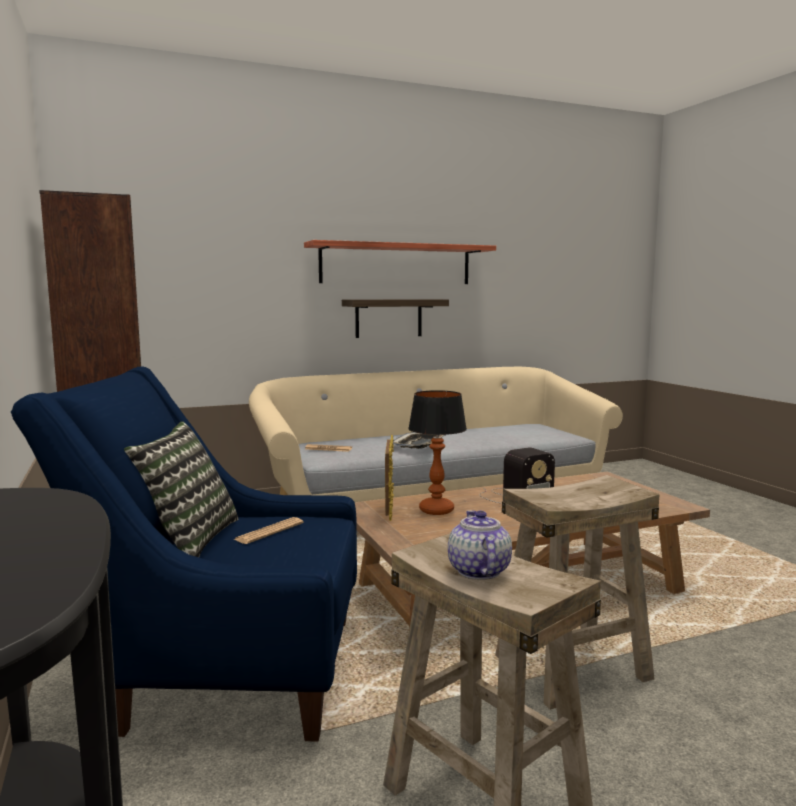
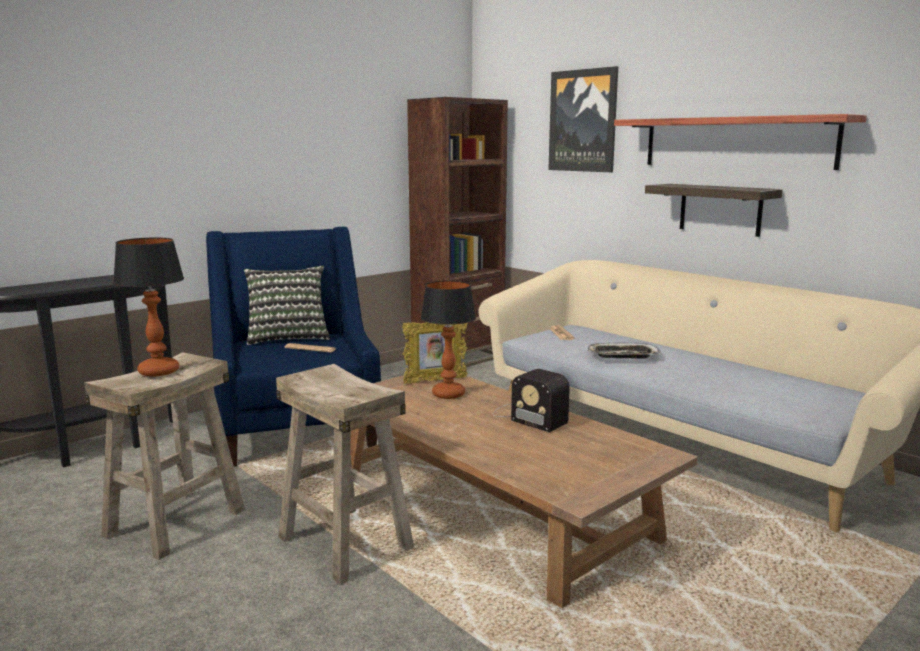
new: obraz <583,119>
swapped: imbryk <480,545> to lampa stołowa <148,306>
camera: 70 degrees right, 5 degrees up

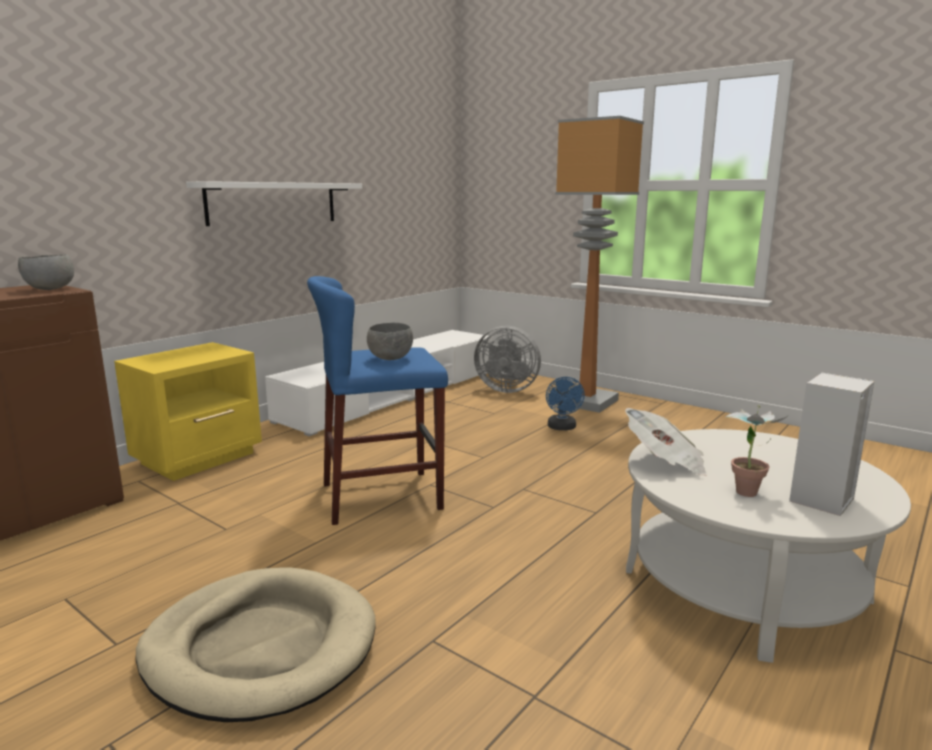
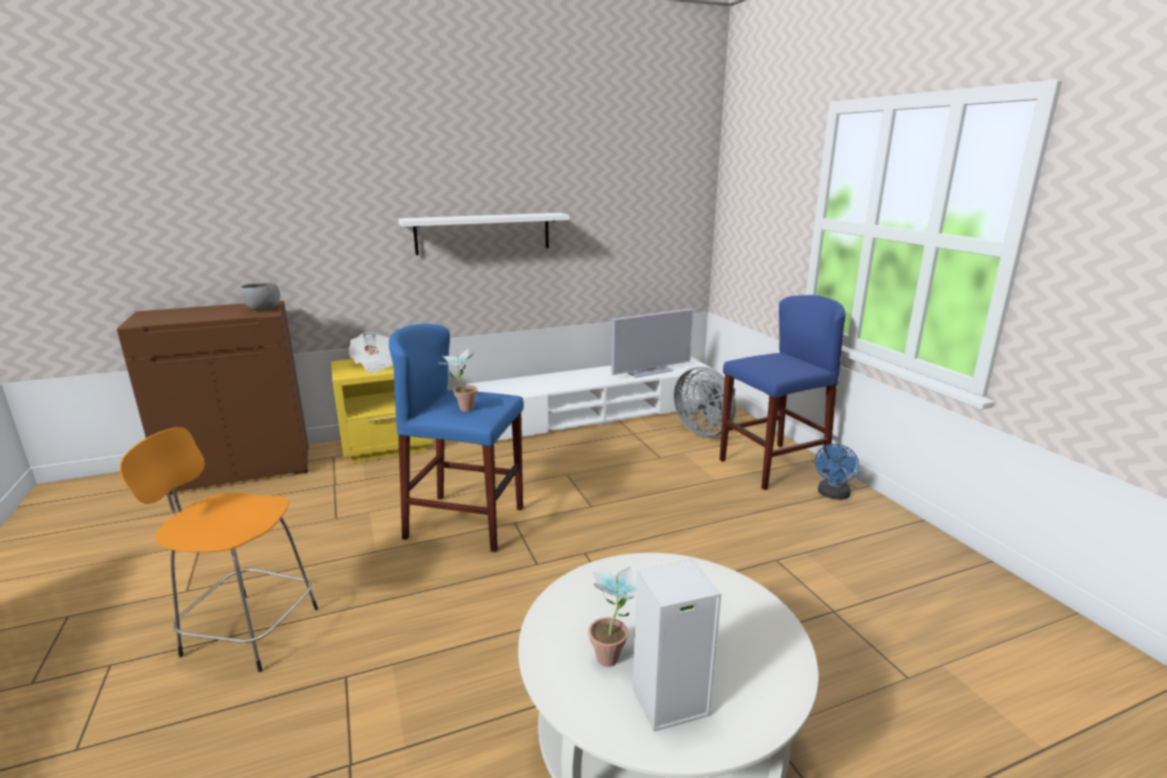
new: telewizor <652,343>
shifted: wentylator (niebieski) <565,403> to <837,472>; gazeta <665,442> to <370,352>
swapped: legowisko (beżowy) <256,644> to stołek (pomarańczowy) <219,549>; miska (szary) <390,341> to roślina doniczkowa <457,380>; lampa stojąca <599,264> to stołek (niebieski) <783,392>
camera: 30 degrees right, 5 degrees up

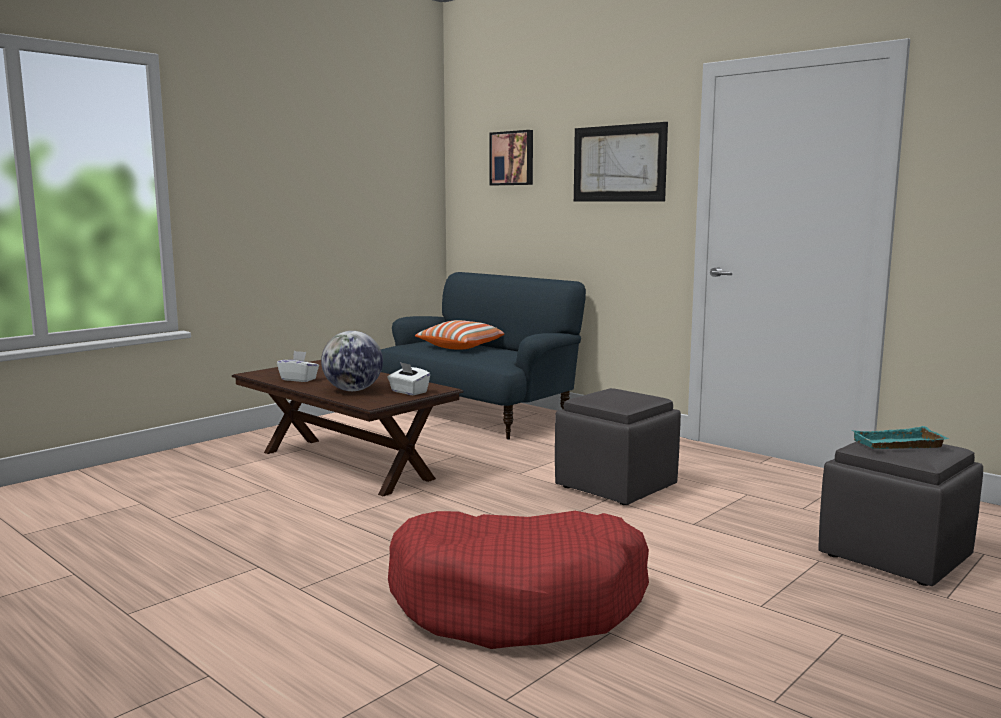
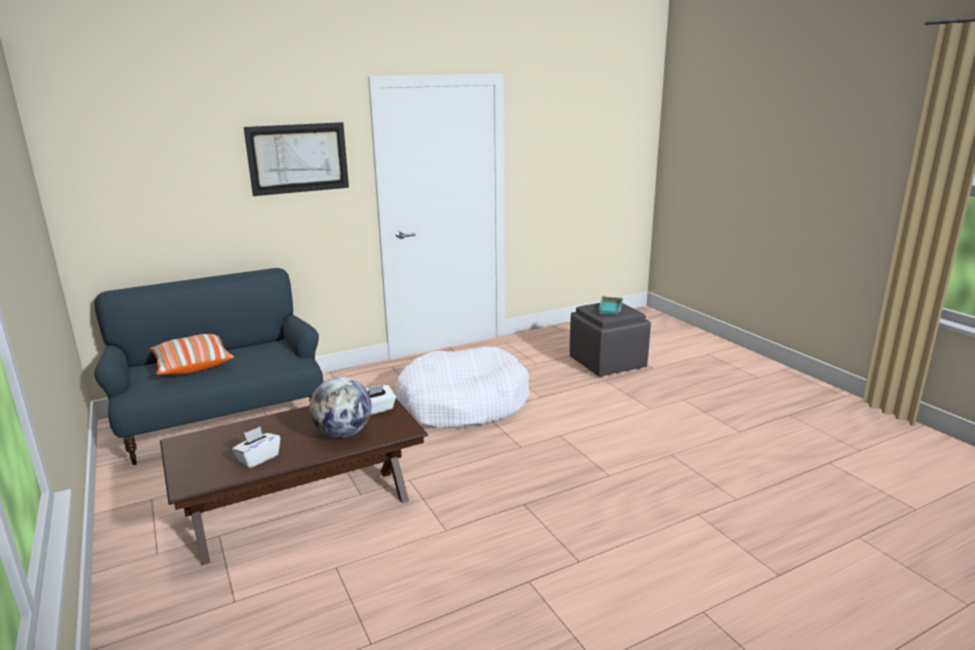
gone: legowisko (czerwony) <518,580>; obraz <511,157>
swapped: pufa (szary) <618,446> to legowisko (biały) <462,387>
camera: 70 degrees left, 10 degrees up

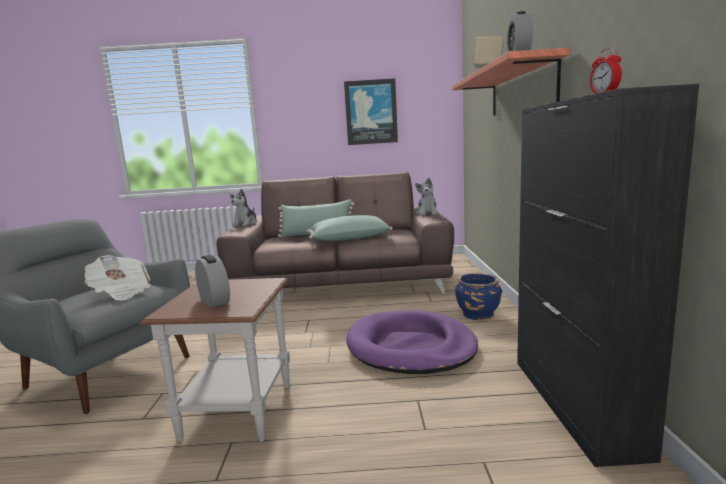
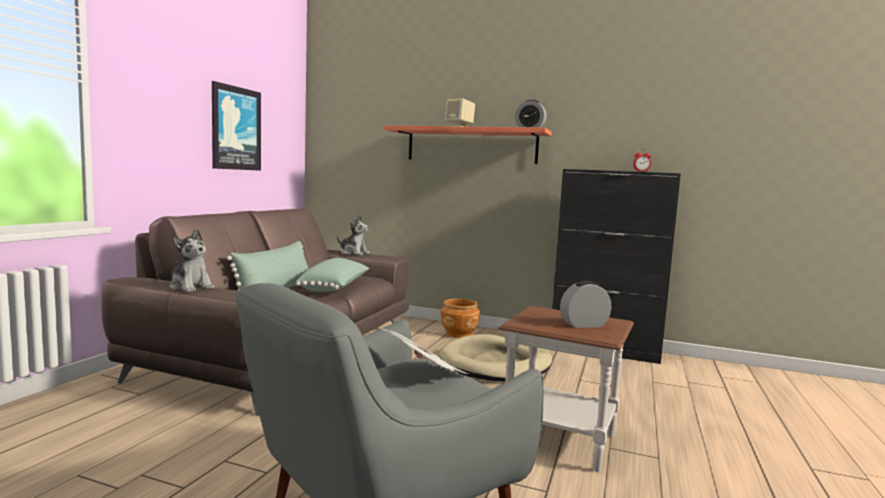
repainted: legowisko (fioletowy) <412,342> to legowisko (beżowy) <495,357>; donica (niebieski) <479,296> to donica (brązowy) <460,318>
camera: 70 degrees left, 5 degrees down

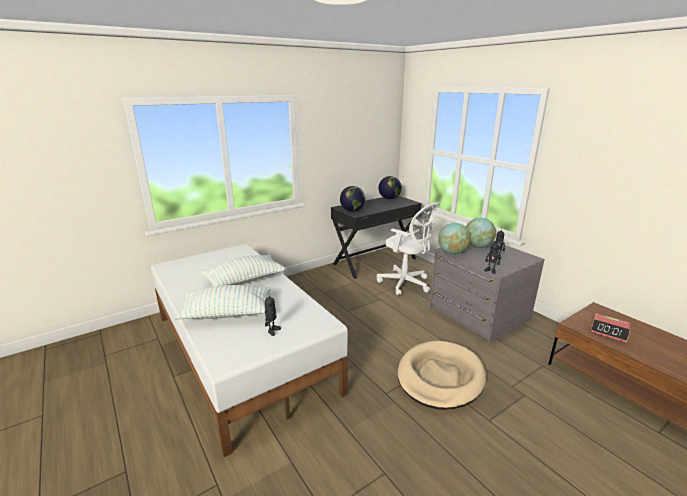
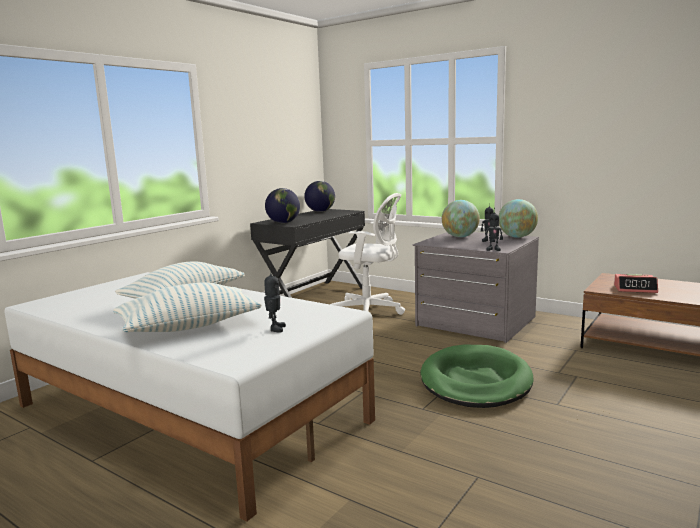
shifted: globus <454,238> to <518,218>
repainted: legowisko (beżowy) <442,375> to legowisko (zielony) <477,376>
camera: 20 degrees left, 10 degrees down

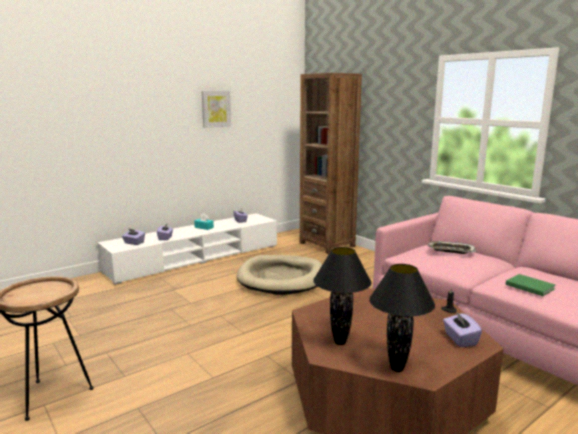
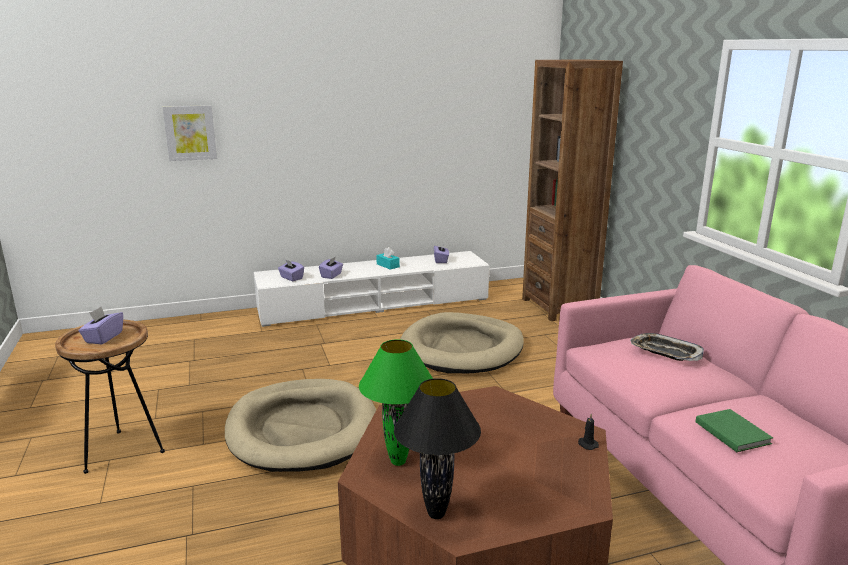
new: legowisko (beżowy) <300,425>
shifted: obraz <216,109> to <190,133>; pudełko chusteczek (fioletowy) <462,329> to <100,325>
repainted: lampa stołowa (czarny) <342,296> to lampa stołowa (zielony) <396,402>
camera: 20 degrees right, 5 degrees up

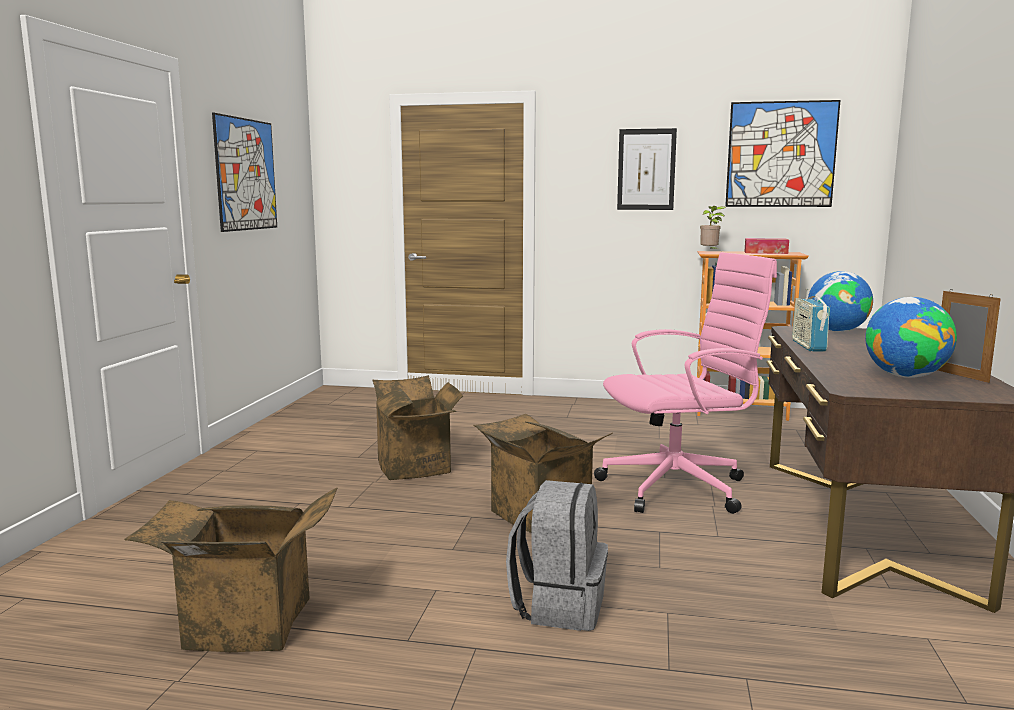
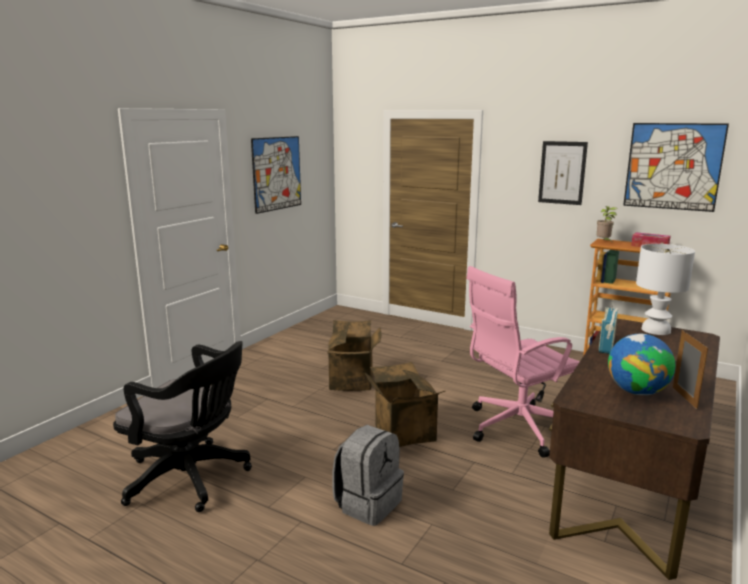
swapped: karton <230,570> to krzesło biurowe (czarny) <182,426>; globus <840,301> to lampa stołowa (biały) <665,289>
rotated: krzesło biurowe (różowy) <685,383> = <523,362> 150 degrees clockwise
camera: 20 degrees right, 5 degrees up

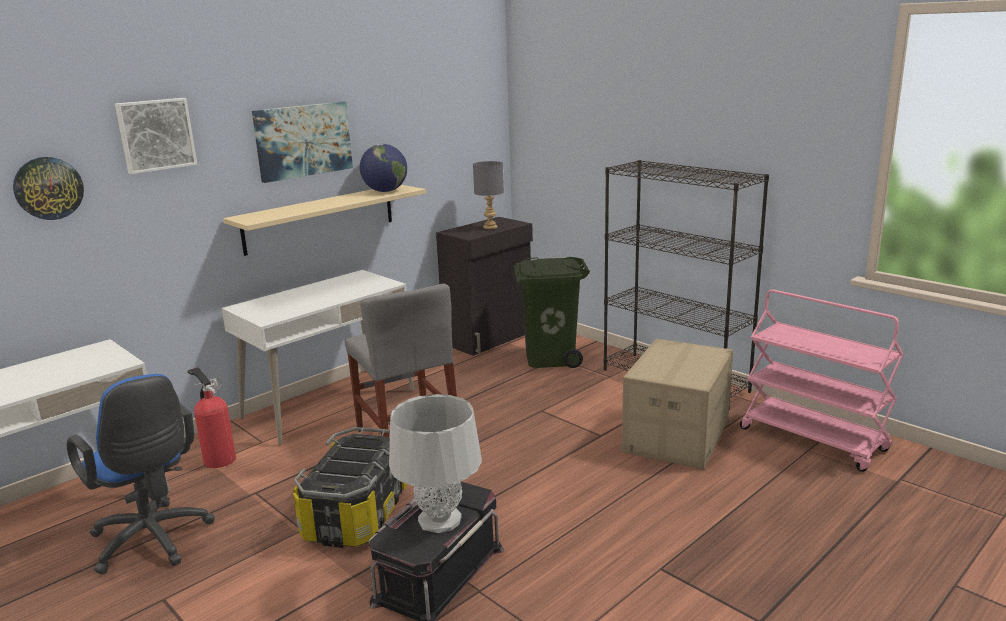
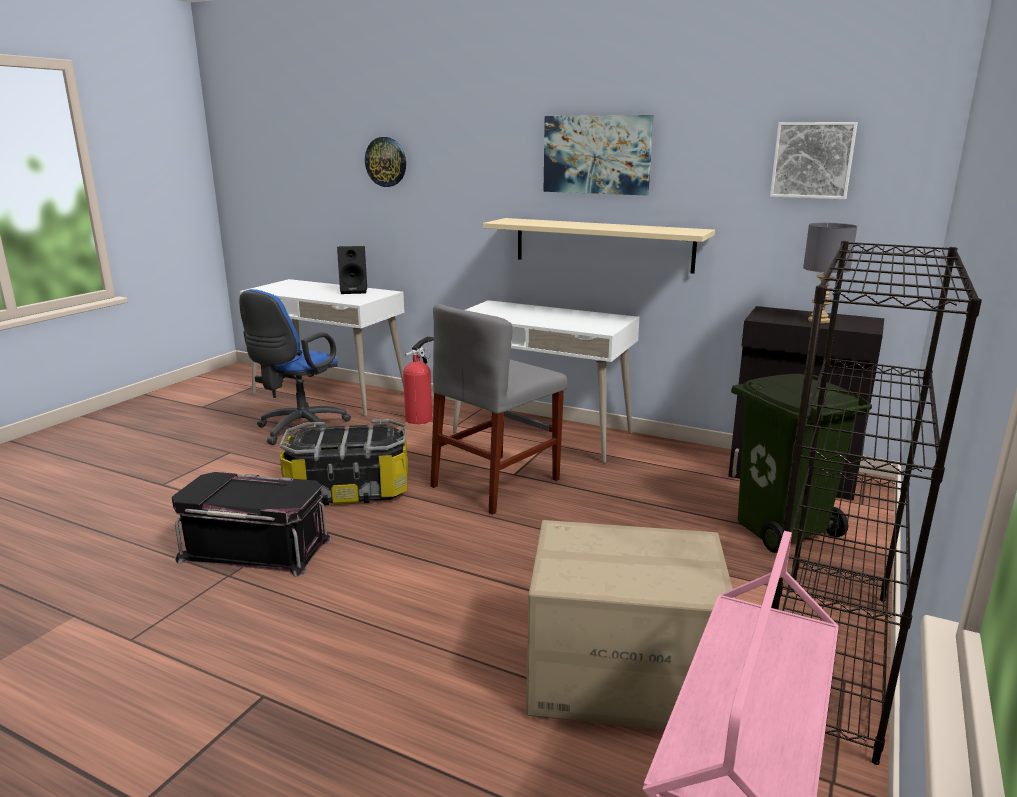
gone: globus <383,168>; lampa stołowa (szary) <435,463>
new: głośnik (czarny) <352,270>
shifted: obraz <156,136> to <814,160>
camera: 70 degrees right, 0 degrees up

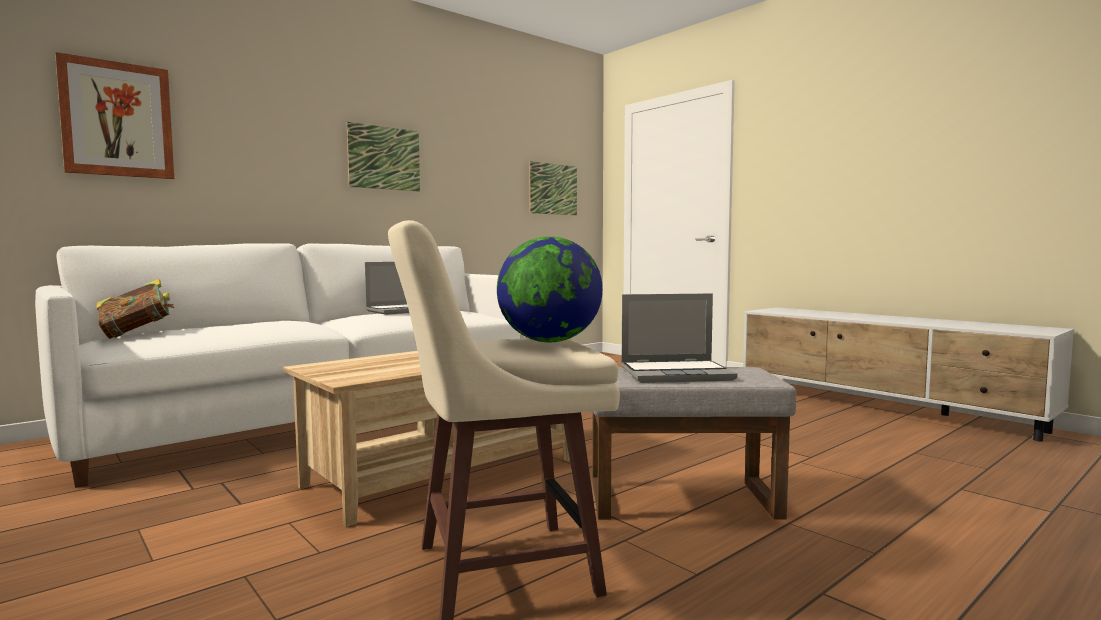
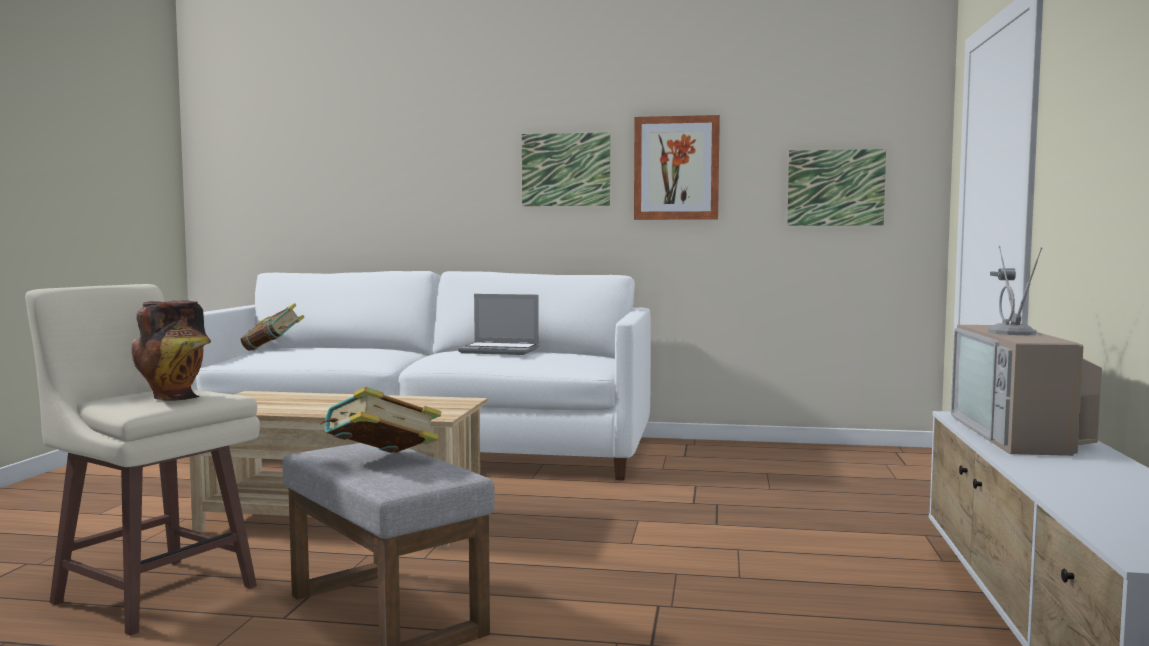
new: telewizor <1026,351>
shifted: obraz <114,115> to <677,167>
swapped: globus <550,289> to wazon <171,350>; laptop <679,338> to książka <380,420>
camera: 50 degrees right, 0 degrees up

